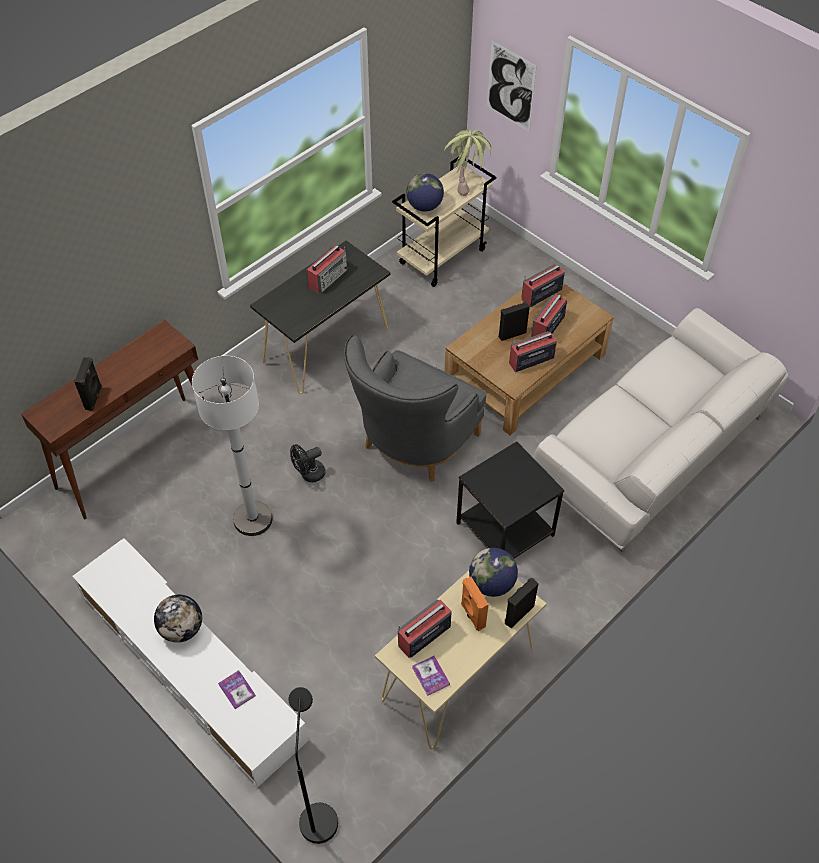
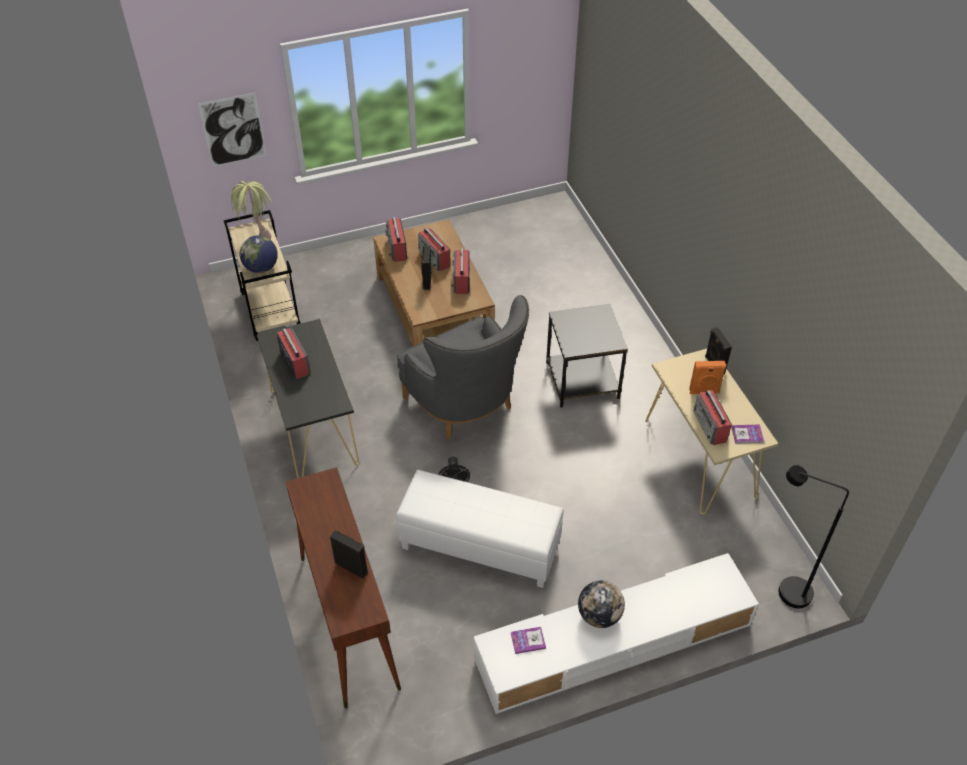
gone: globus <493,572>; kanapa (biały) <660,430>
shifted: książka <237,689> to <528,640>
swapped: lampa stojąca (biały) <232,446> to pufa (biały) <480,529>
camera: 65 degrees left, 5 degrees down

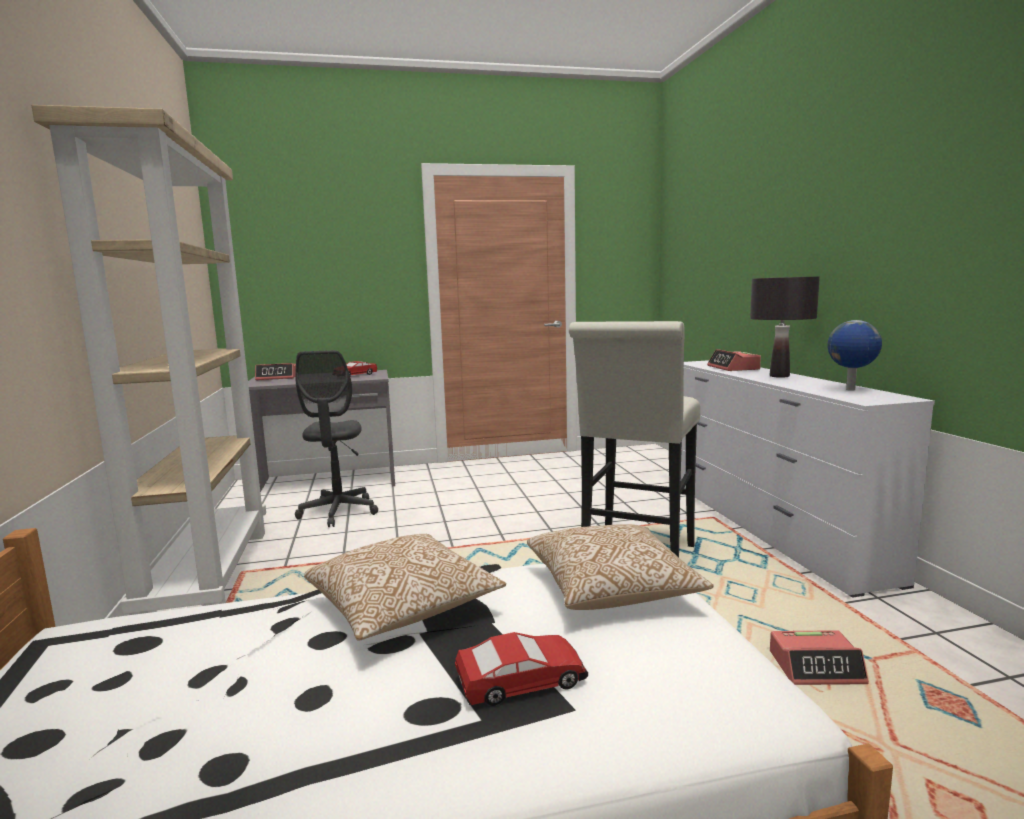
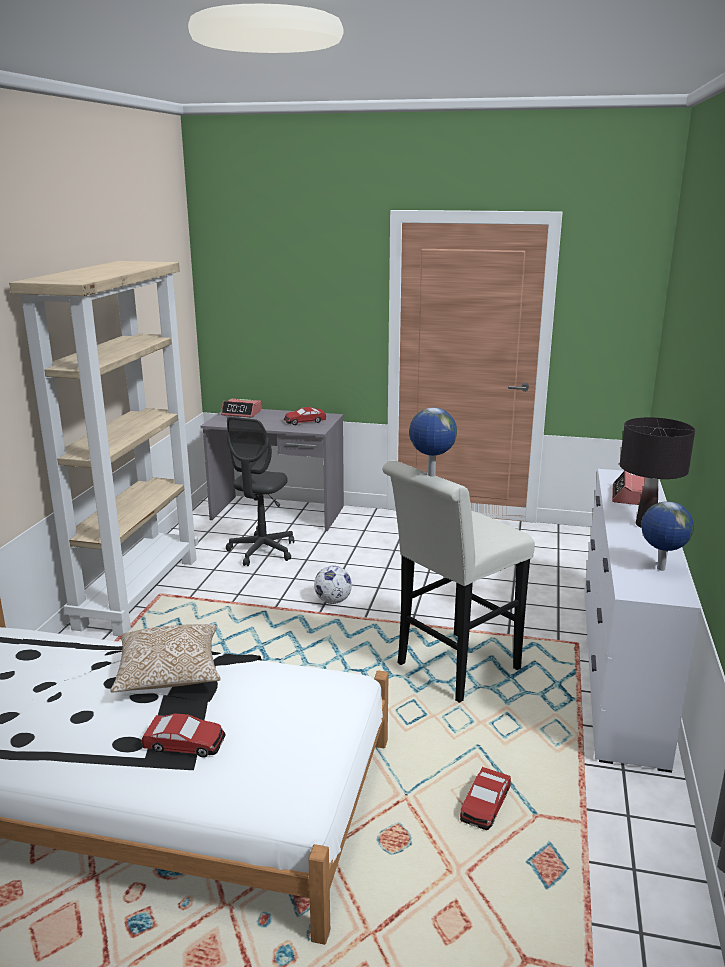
gone: poduszka <620,567>
new: piłka futbolowa <333,585>; globus <433,442>
swapped: budzik <819,657> to samochodzik <485,798>
camera: 25 degrees right, 10 degrees up

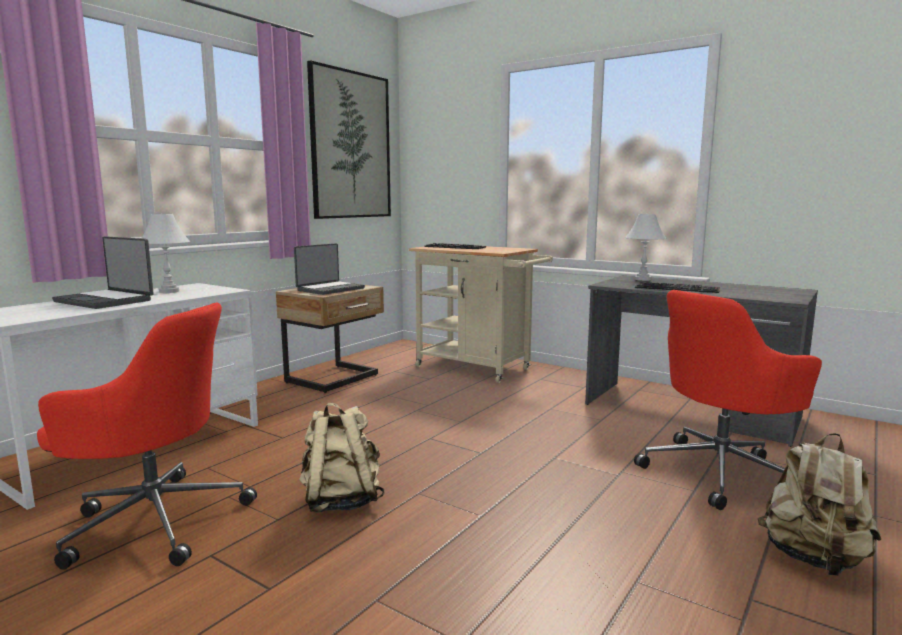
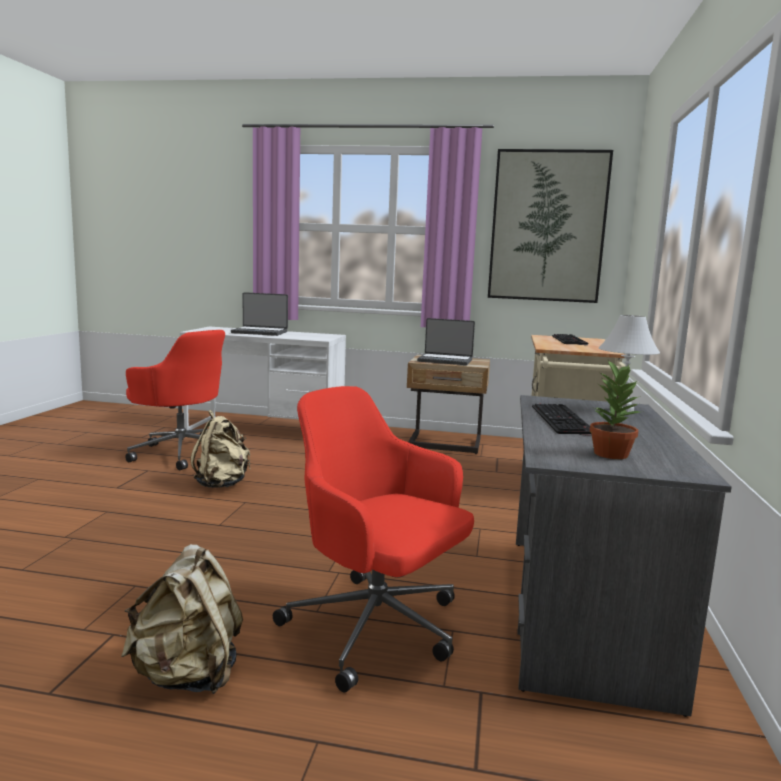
gone: lampa stołowa (biały) <166,253>
new: roślina doniczkowa <615,409>
rotated: krzesło biurowe (czerwony) <147,436> = <175,400> 45 degrees counterclockwise; laptop <103,272> = <259,314> 90 degrees counterclockwise
camera: 65 degrees right, 0 degrees up

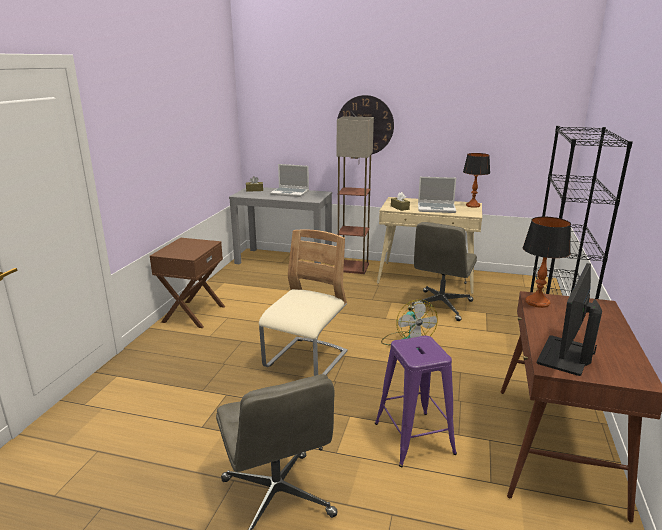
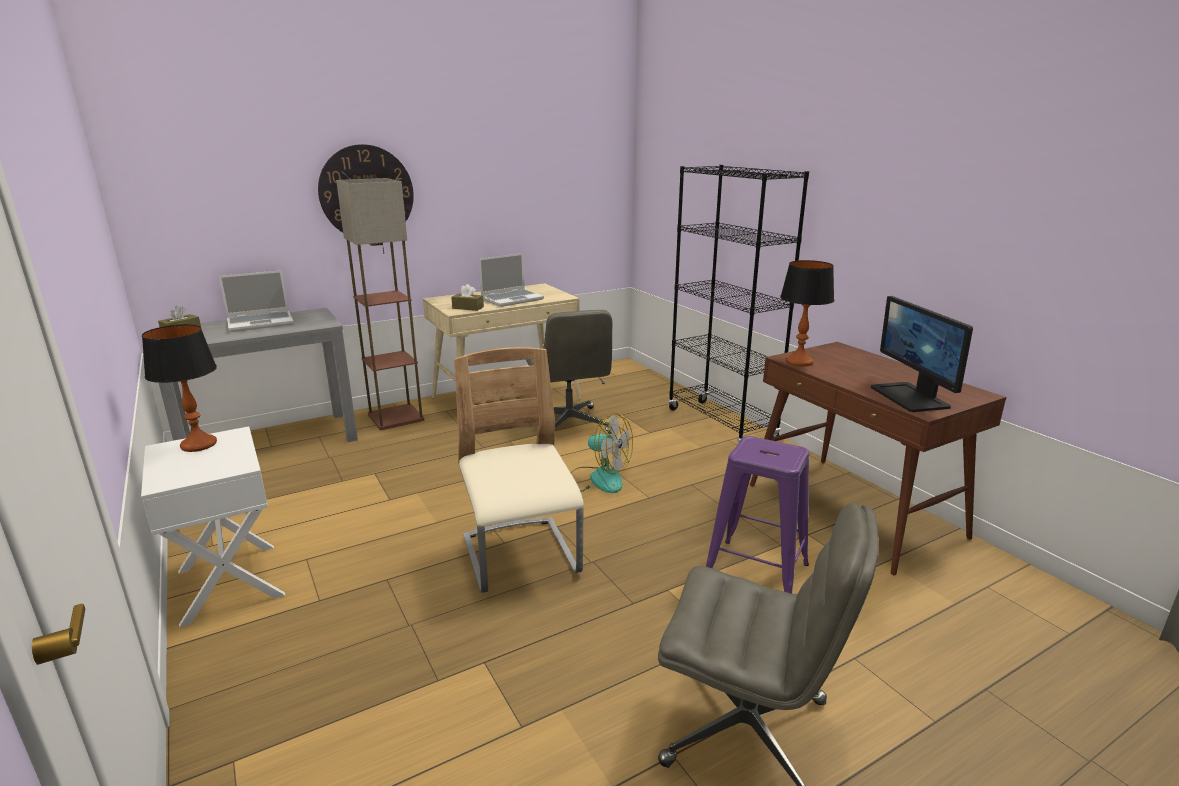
shifted: lampa stołowa <476,180> to <179,388>
repainted: szafka nocna (brązowy) <187,283> to szafka nocna (biały) <213,526>
camera: 45 degrees left, 0 degrees up

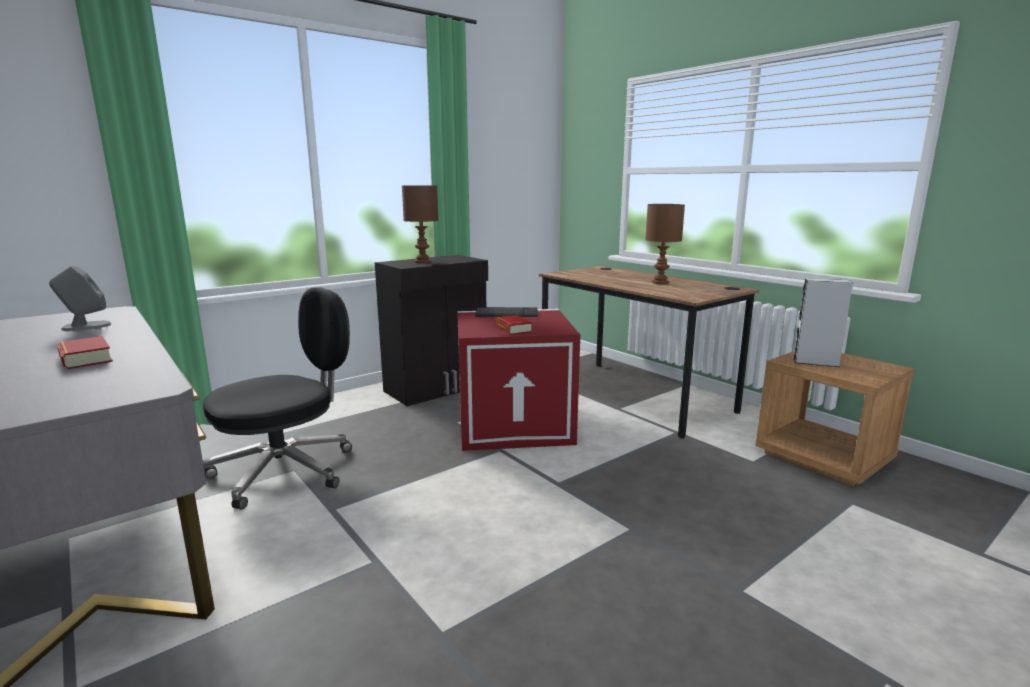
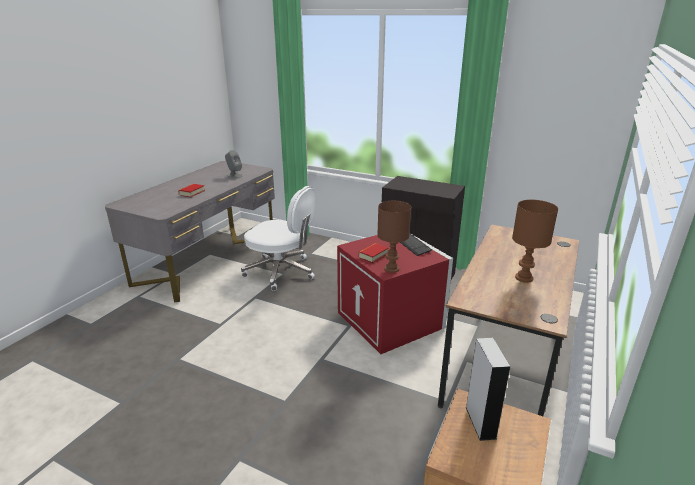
shifted: lampa stołowa (brązowy) <420,224> to <394,237>
repainted: krzesło biurowe (czarny) <277,398> to krzesło biurowe (biały) <278,238>
camera: 65 degrees right, 10 degrees up

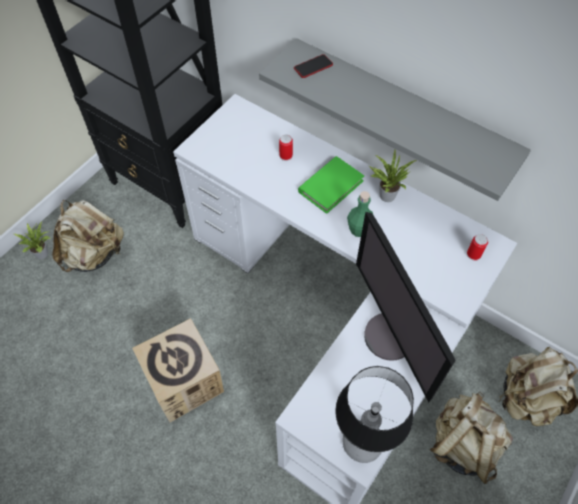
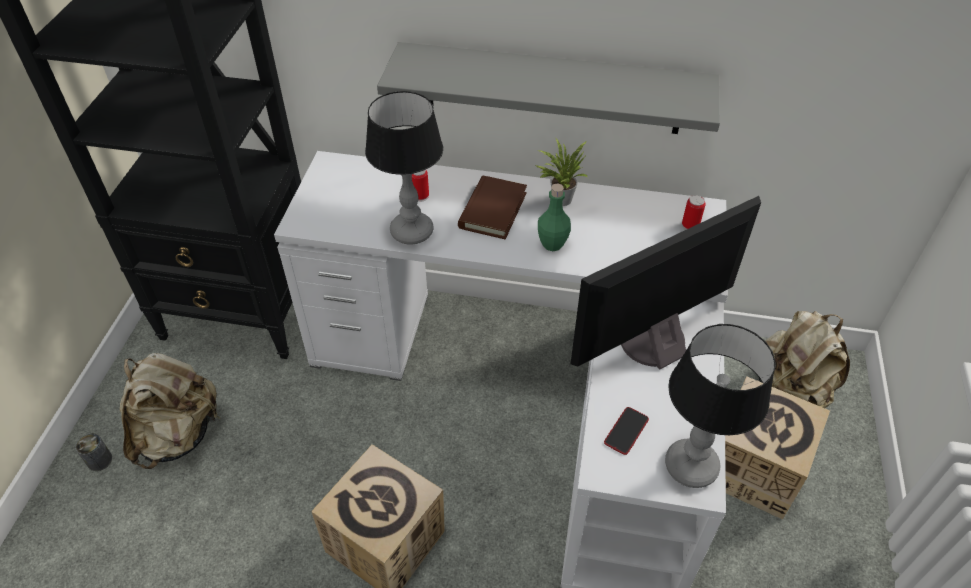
new: lampa stołowa <404,168>
shifted: telefon <313,66> to <626,431>
swapped: roślina doniczkowa <32,240> to puszka <93,452>; plecak (beżowy) <471,438> to karton <777,447>
repainted: książka (zielony) <331,185> to książka (brązowy) <492,207>
rotated: monitor <406,307> = <666,282> 105 degrees clockwise
camera: 25 degrees left, 10 degrees down

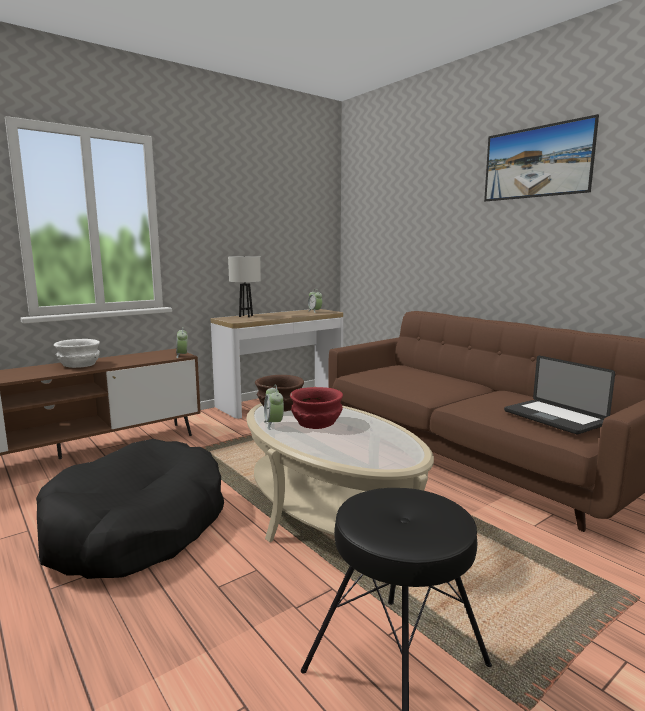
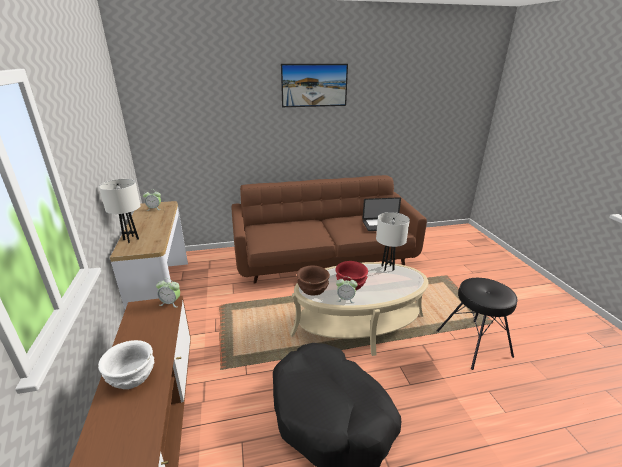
new: lampa stołowa (biały) <393,241>
camera: 65 degrees left, 15 degrees up

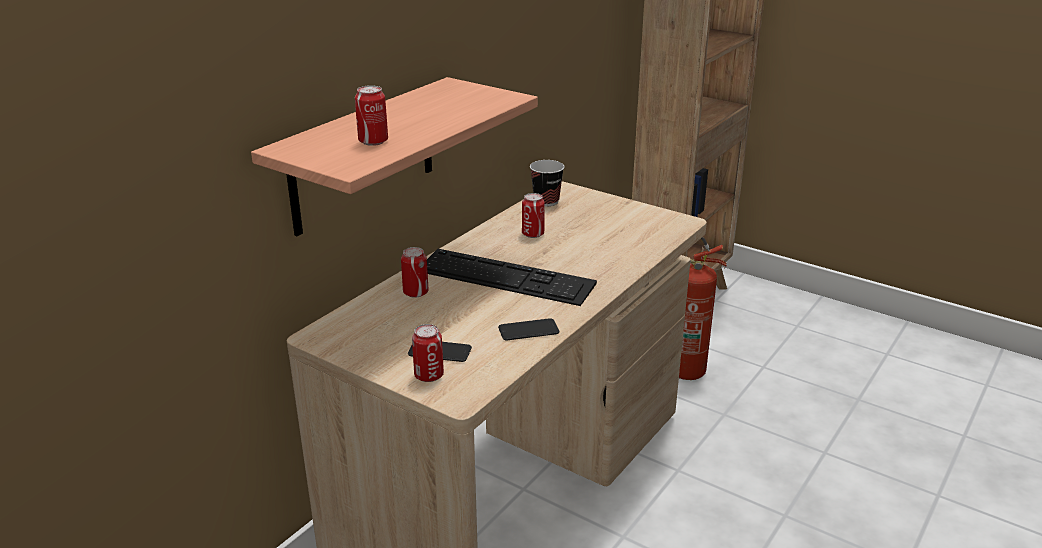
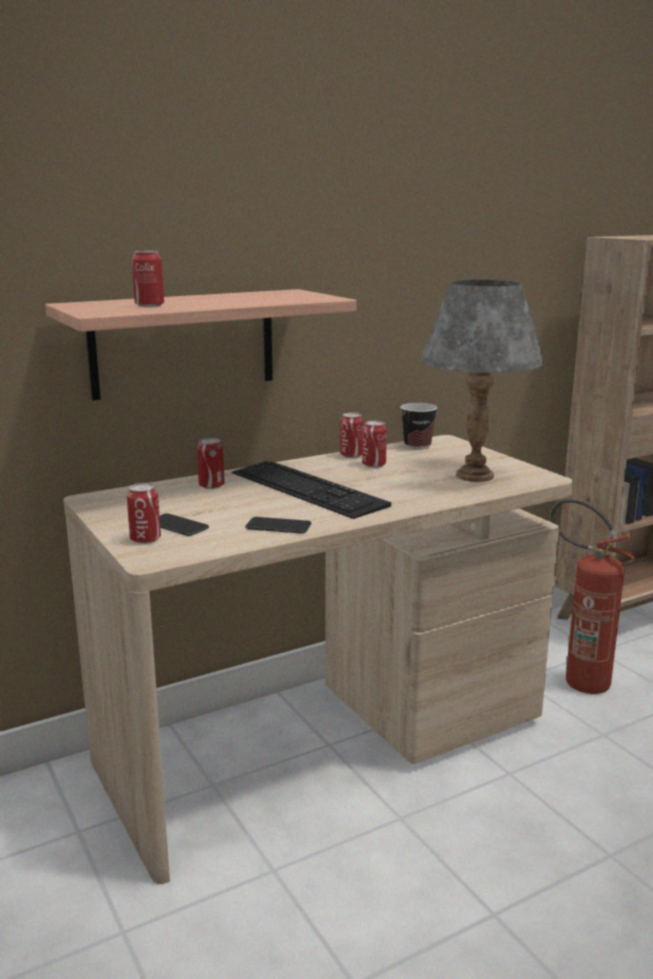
new: puszka <351,435>; lampa stołowa (szary) <482,381>
camera: 25 degrees right, 10 degrees down

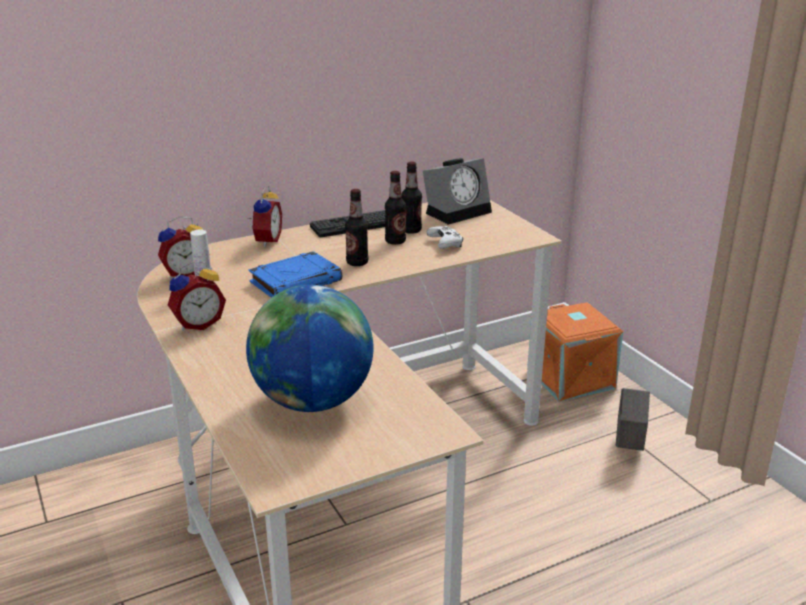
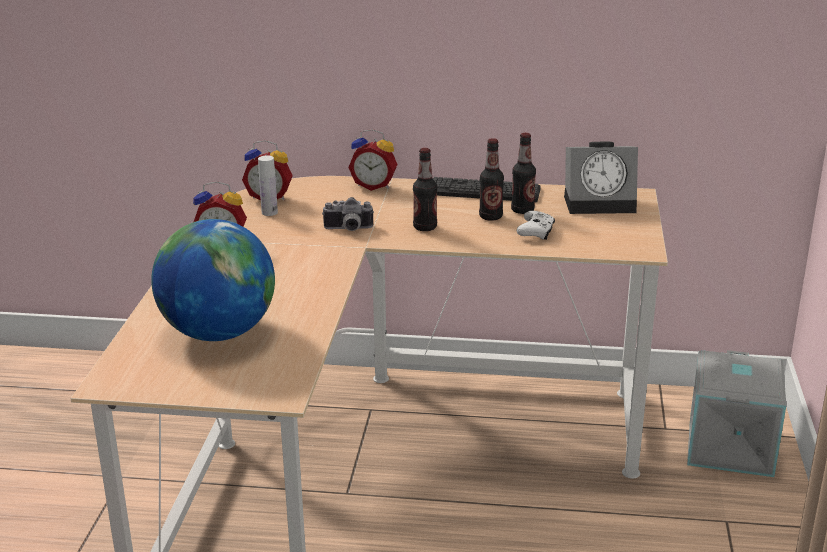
gone: donica (szary) <633,419>
swapped: książka (niebieski) <295,274> to aparat fotograficzny <348,214>
repainted: pojemnik do przechowywania (pomarańczowy) <575,352> to pojemnik do przechowywania (szary) <736,413>
rotated: budzik <265,216> = <373,160> 60 degrees clockwise
camera: 35 degrees right, 0 degrees up

